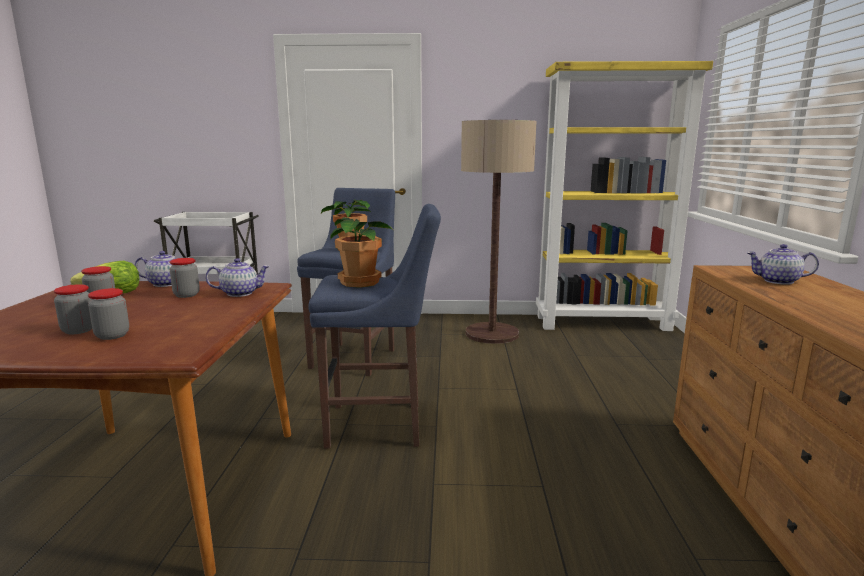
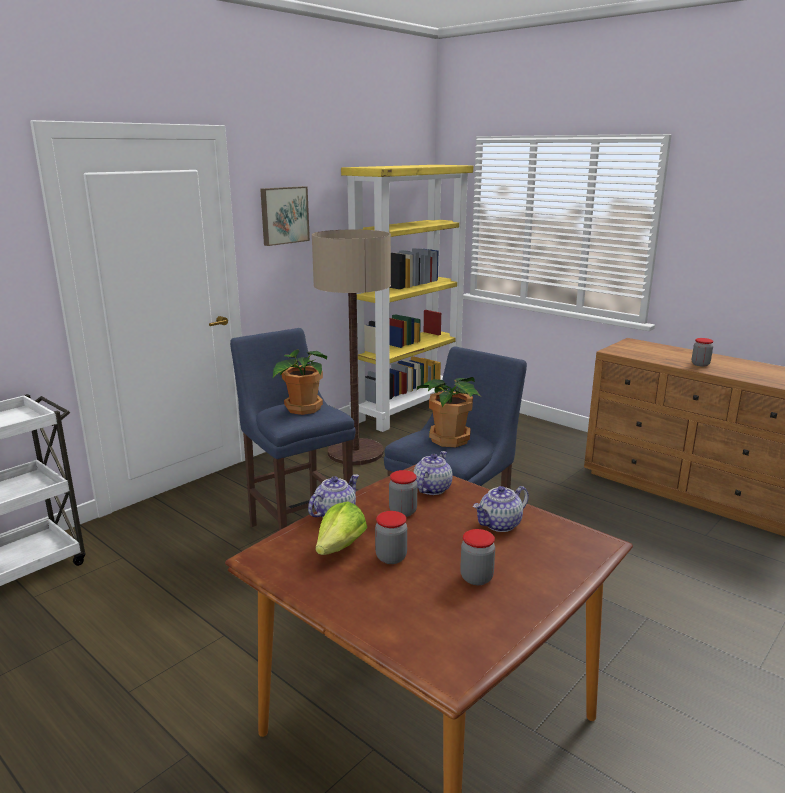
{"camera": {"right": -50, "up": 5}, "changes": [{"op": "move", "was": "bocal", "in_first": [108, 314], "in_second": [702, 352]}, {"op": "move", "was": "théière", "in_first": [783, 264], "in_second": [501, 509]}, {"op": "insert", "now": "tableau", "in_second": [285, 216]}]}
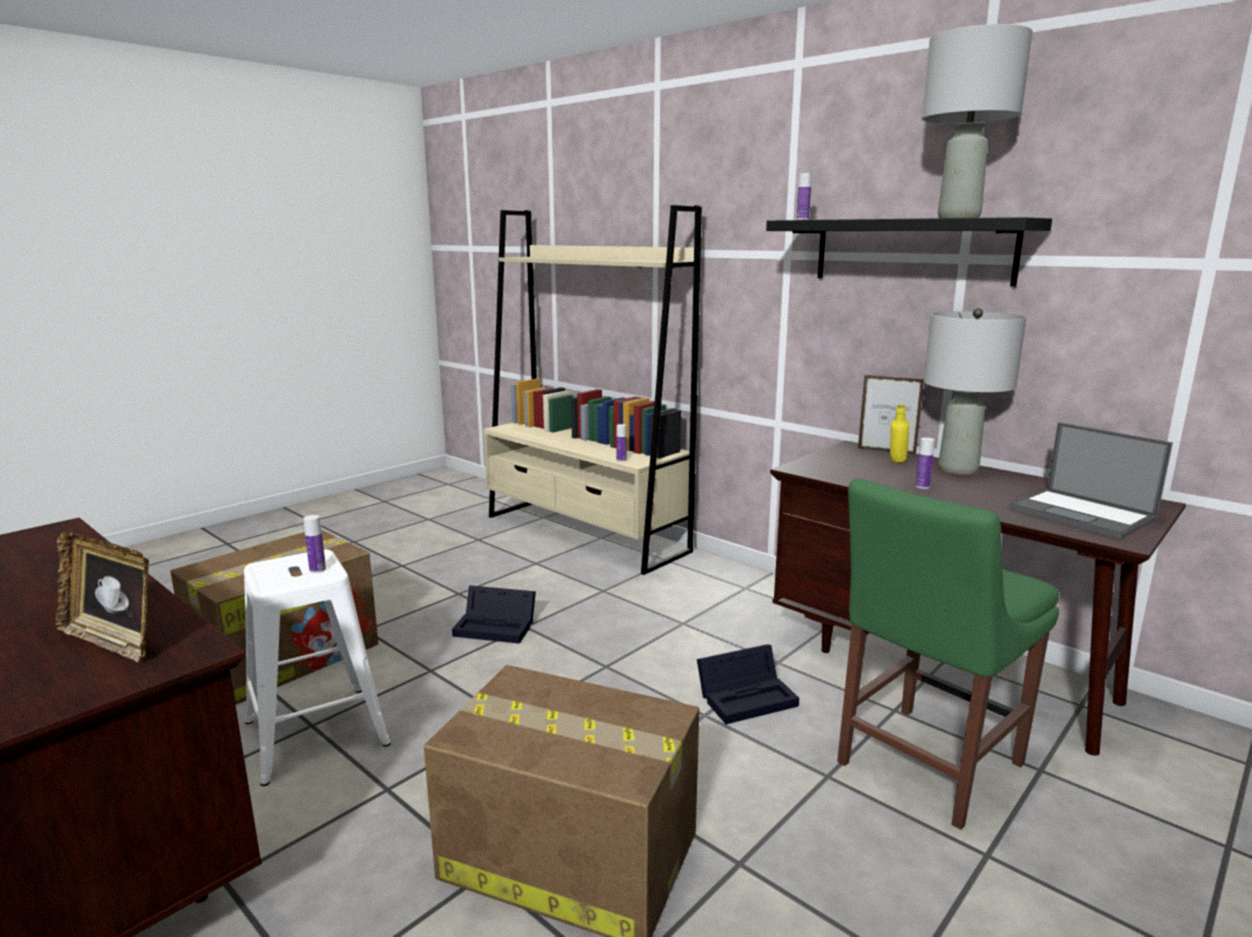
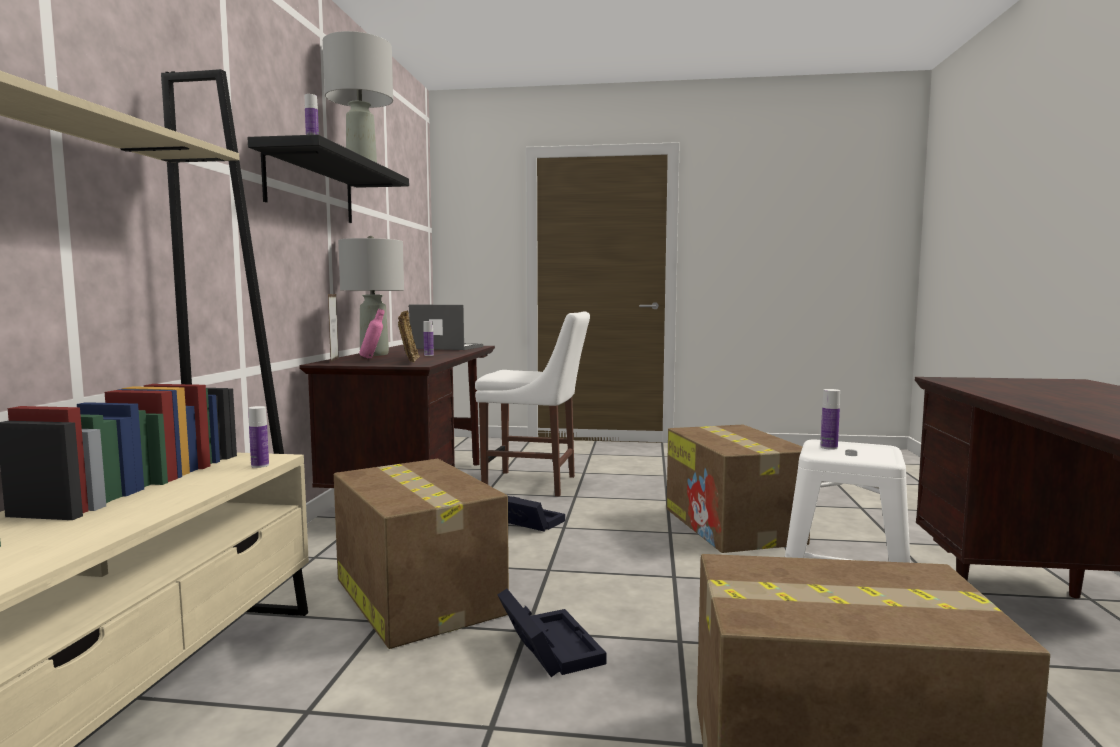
{"camera": {"right": -125, "up": -10}, "changes": [{"op": "move", "was": "cadre photo", "in_first": [102, 597], "in_second": [409, 336]}, {"op": "recolor", "was": "chaise/vert", "now": "chaise/blanc", "in_first": [948, 654], "in_second": [532, 404]}, {"op": "recolor", "was": "bouteille/jaune", "now": "bouteille/rose", "in_first": [899, 434], "in_second": [371, 333]}, {"op": "rotate", "was": "ordinateur portable", "in_first": [1090, 480], "in_second": [446, 327], "clockwise": -90}, {"op": "insert", "now": "carton", "in_second": [421, 554]}]}
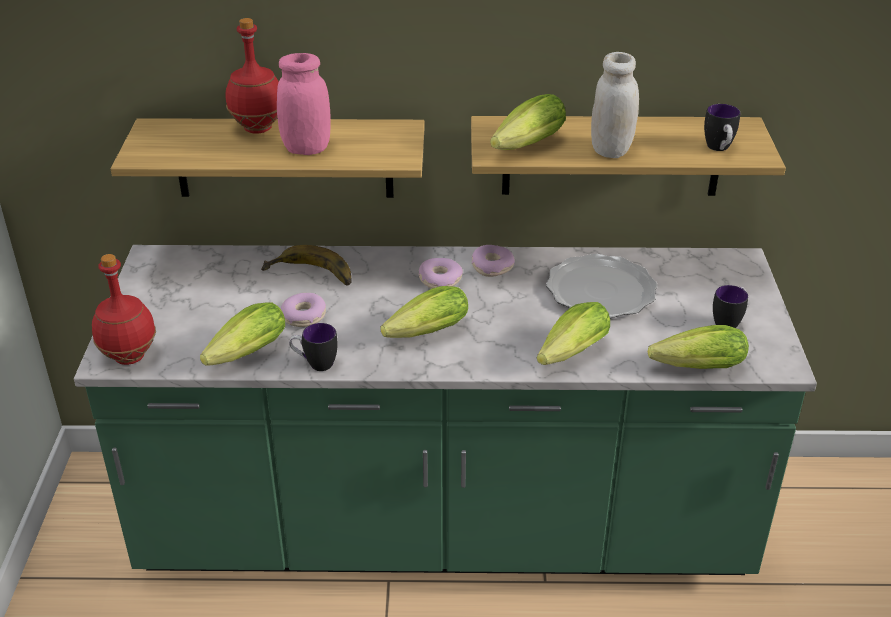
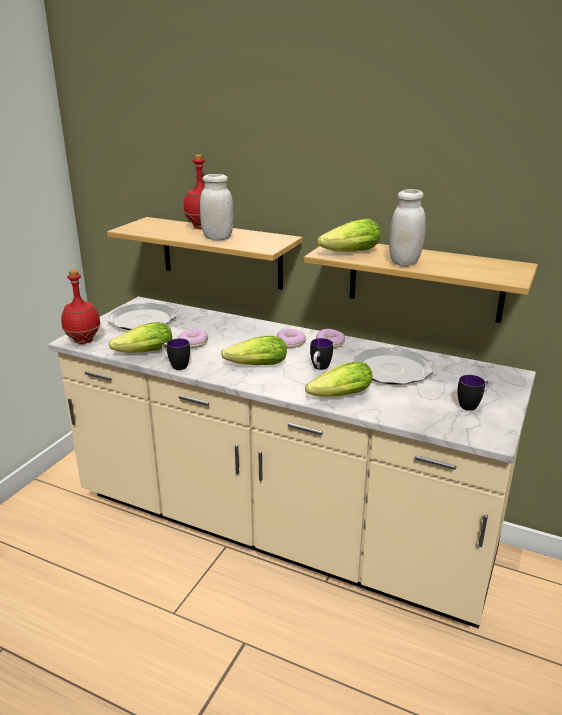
{"camera": {"right": 25, "up": -10}, "changes": [{"op": "recolor", "was": "comptoir de cuisine/vert", "now": "comptoir de cuisine/beige", "in_first": [445, 410], "in_second": [292, 463]}, {"op": "delete", "was": "banane", "in_first": [306, 265]}, {"op": "recolor", "was": "bocal/rose", "now": "bocal/blanc", "in_first": [304, 104], "in_second": [216, 207]}, {"op": "delete", "was": "laitue", "in_first": [698, 347]}, {"op": "move", "was": "mug", "in_first": [722, 127], "in_second": [321, 354]}, {"op": "insert", "now": "assiette", "in_second": [141, 316]}]}
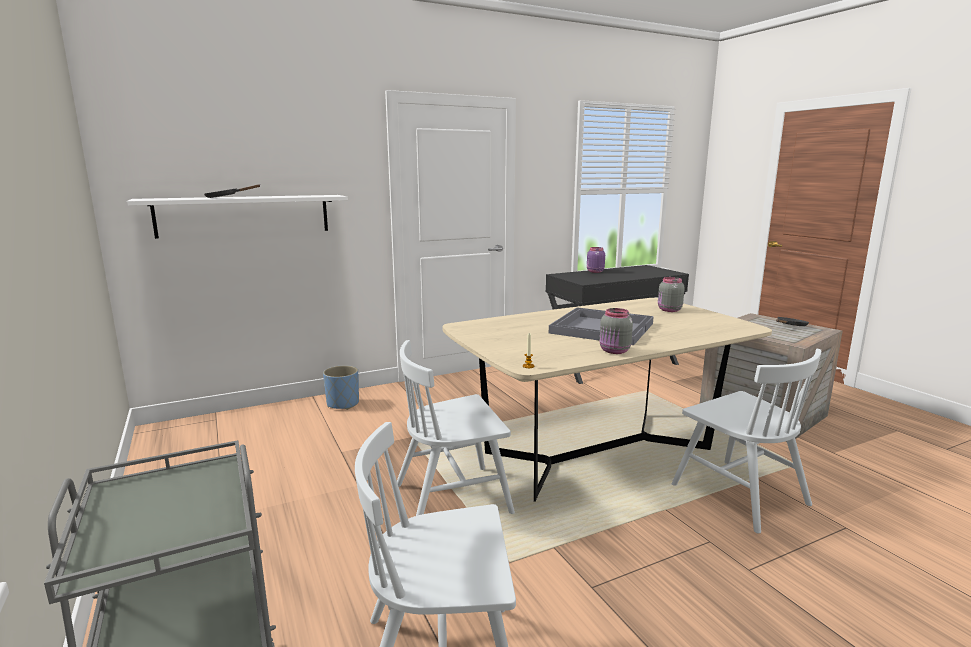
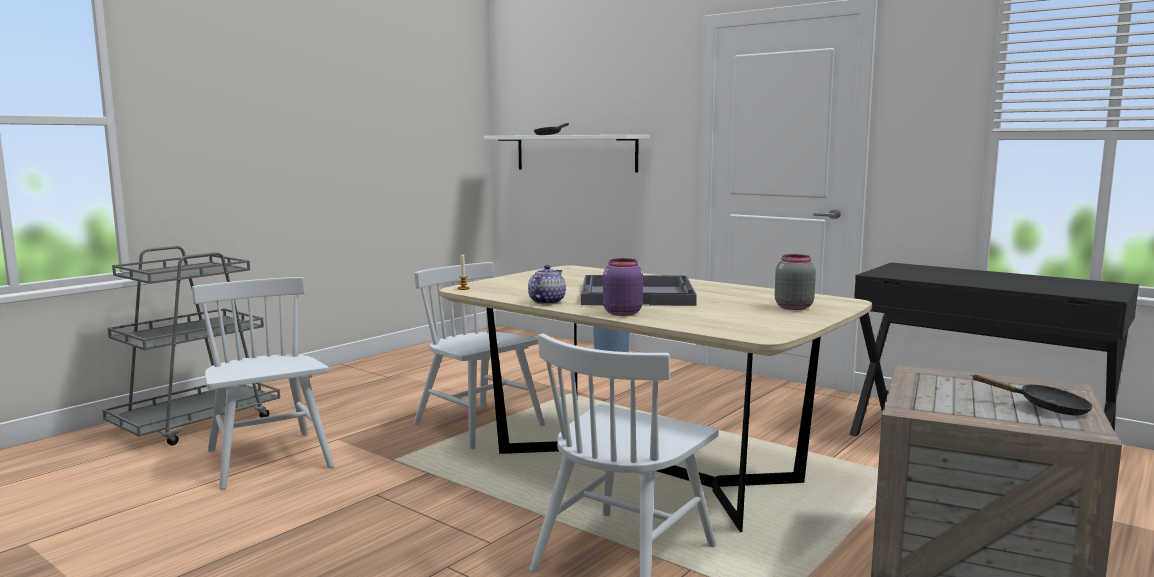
{"camera": {"right": 65, "up": -5}, "changes": [{"op": "move", "was": "bocal/violet", "in_first": [596, 260], "in_second": [623, 287]}, {"op": "replace", "was": "bocal/gris", "now": "théière", "in_first": [616, 331], "in_second": [547, 284]}]}
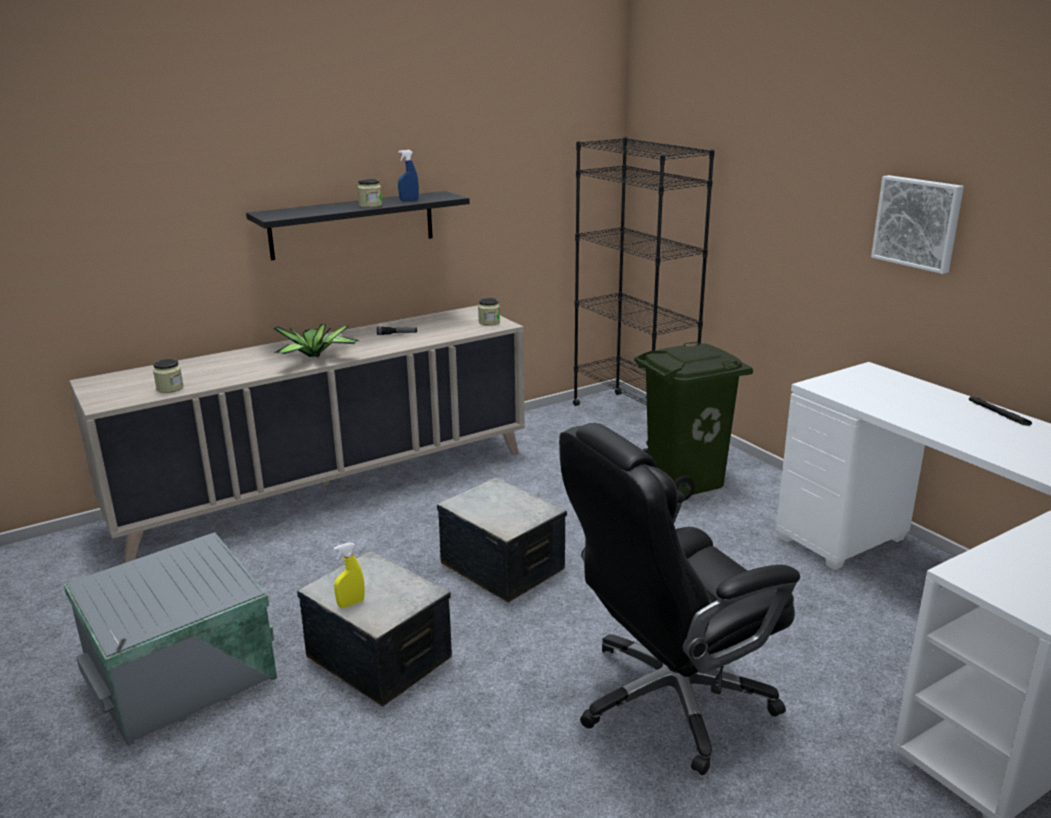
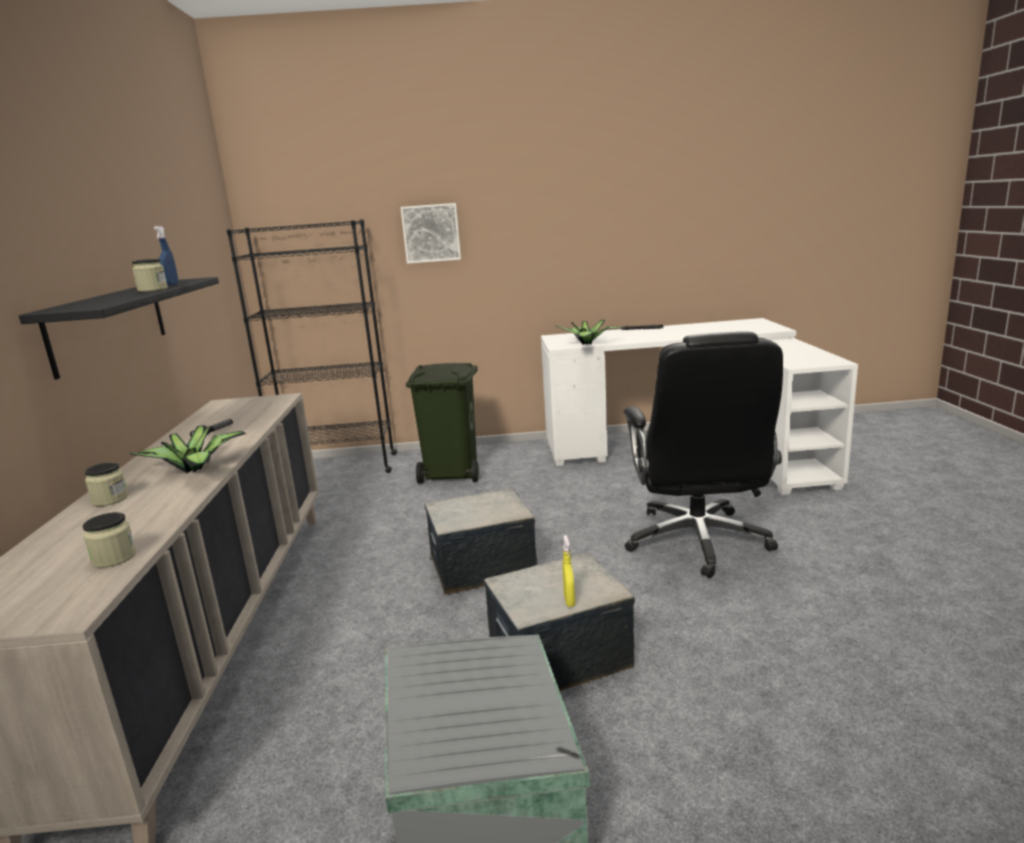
{"camera": {"right": -60, "up": -5}, "changes": [{"op": "move", "was": "bocal", "in_first": [489, 311], "in_second": [106, 484]}, {"op": "move", "was": "tableau", "in_first": [917, 224], "in_second": [430, 233]}, {"op": "insert", "now": "plante en pot", "in_second": [589, 332]}]}
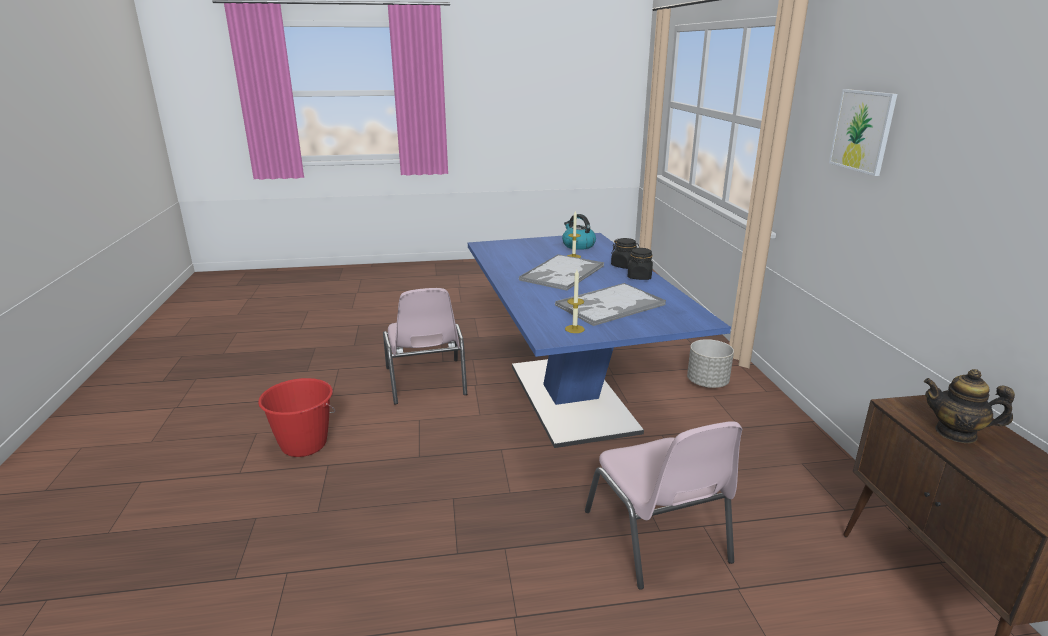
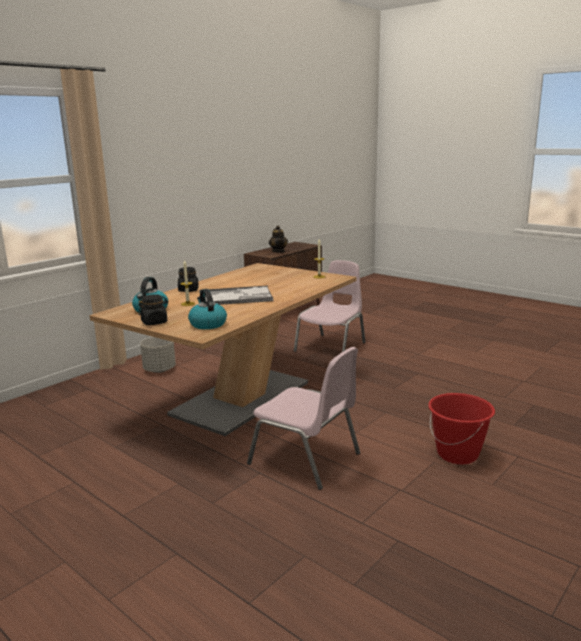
{"camera": {"right": -130, "up": -5}, "changes": [{"op": "rotate", "was": "chaise/rose", "in_first": [425, 346], "in_second": [303, 418], "clockwise": 90}, {"op": "recolor", "was": "table à manger/bleu", "now": "table à manger/marron", "in_first": [599, 340], "in_second": [223, 349]}, {"op": "delete", "was": "plateau", "in_first": [610, 304]}, {"op": "move", "was": "bocal/noir", "in_first": [640, 264], "in_second": [153, 309]}, {"op": "delete", "was": "tableau", "in_first": [863, 132]}, {"op": "insert", "now": "bouilloire", "in_second": [207, 309]}]}
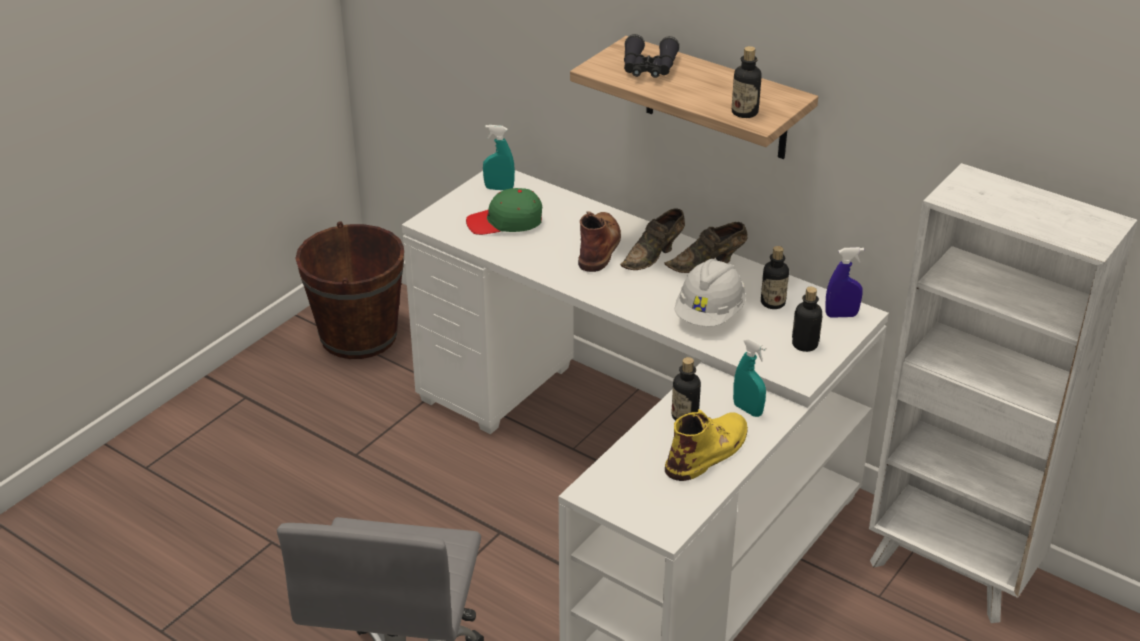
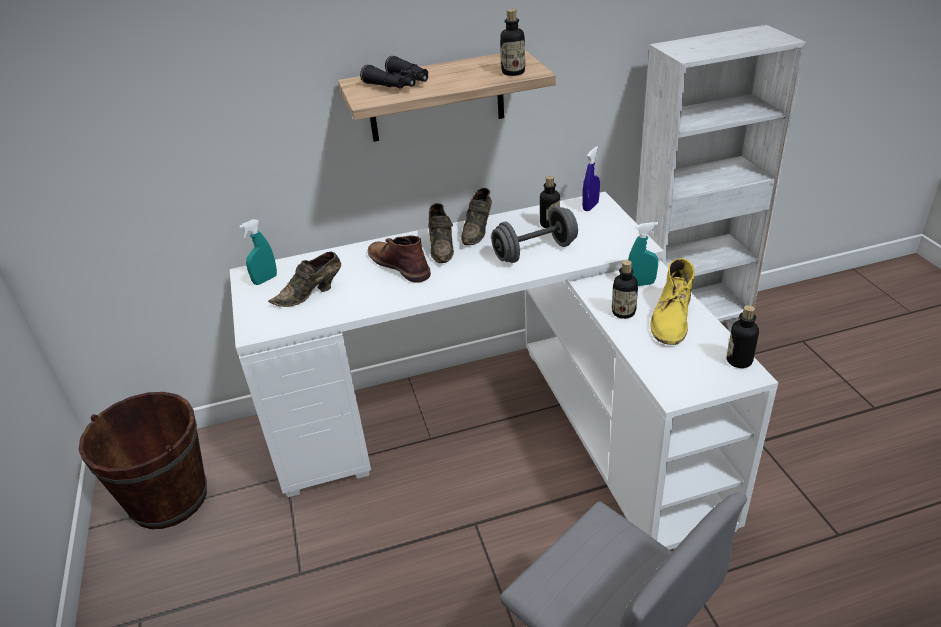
{"camera": {"right": -50, "up": 0}, "changes": [{"op": "replace", "was": "casquette/vert", "now": "chaussure/marron", "in_first": [504, 211], "in_second": [304, 279]}, {"op": "rotate", "was": "botte/jaune", "in_first": [706, 445], "in_second": [672, 301], "clockwise": -150}, {"op": "replace", "was": "casque de chantier/blanc", "now": "haltère/gris", "in_first": [710, 293], "in_second": [534, 234]}, {"op": "move", "was": "bouteille", "in_first": [807, 319], "in_second": [743, 336]}]}
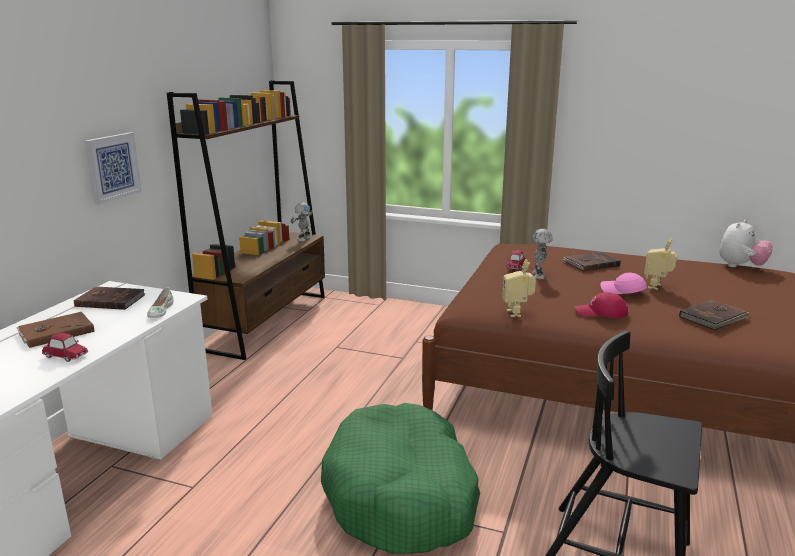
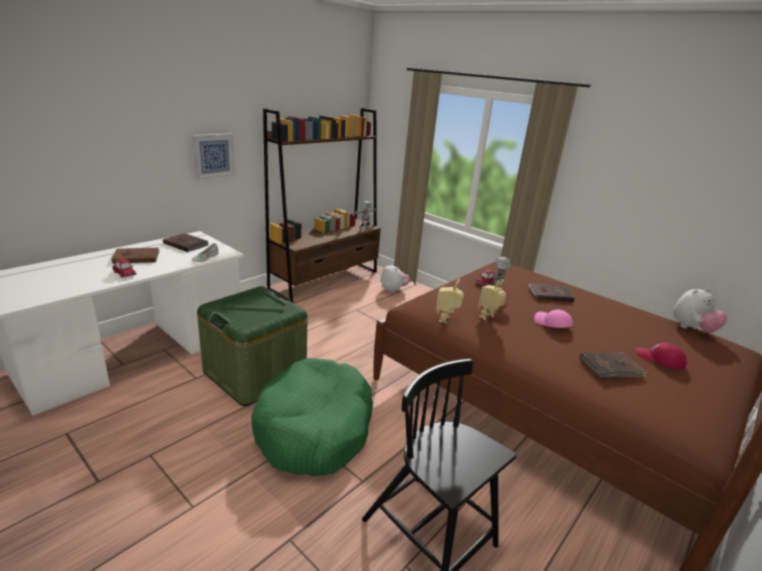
{"camera": {"right": 20, "up": 5}, "changes": [{"op": "move", "was": "casquette/rouge", "in_first": [601, 305], "in_second": [662, 356]}, {"op": "move", "was": "robot jouet", "in_first": [661, 264], "in_second": [492, 299]}, {"op": "insert", "now": "boîte de rangement/vert", "in_second": [252, 346]}, {"op": "insert", "now": "peluche", "in_second": [395, 278]}]}
